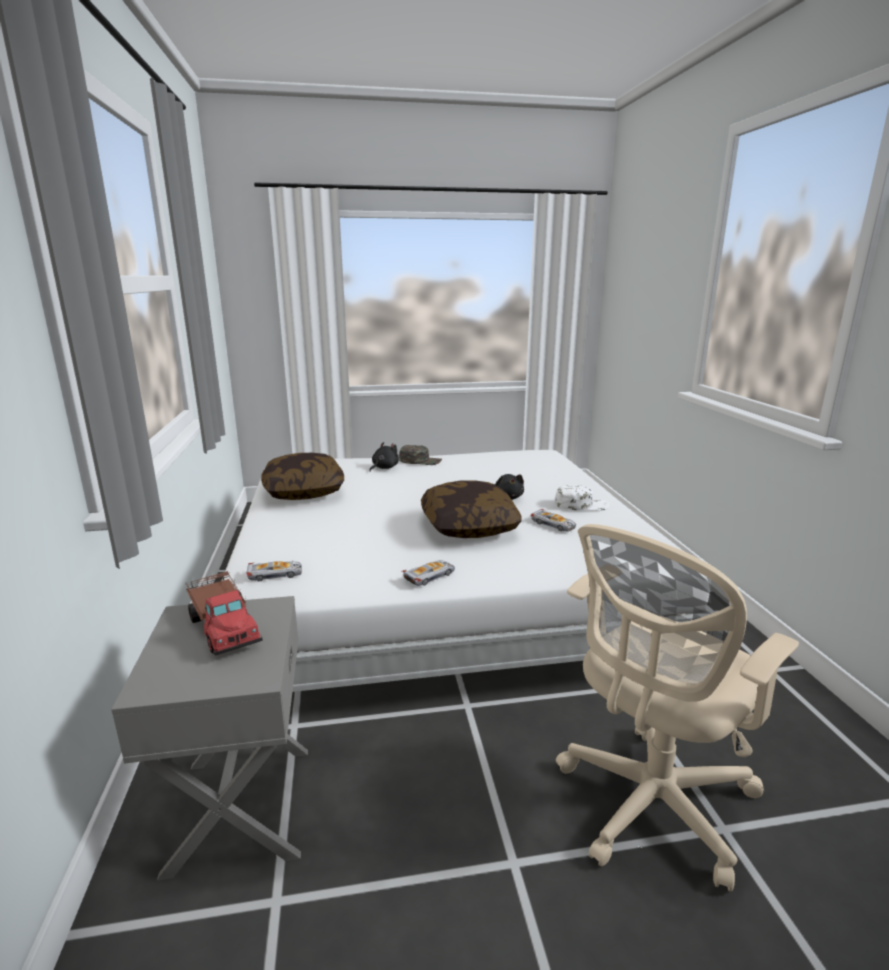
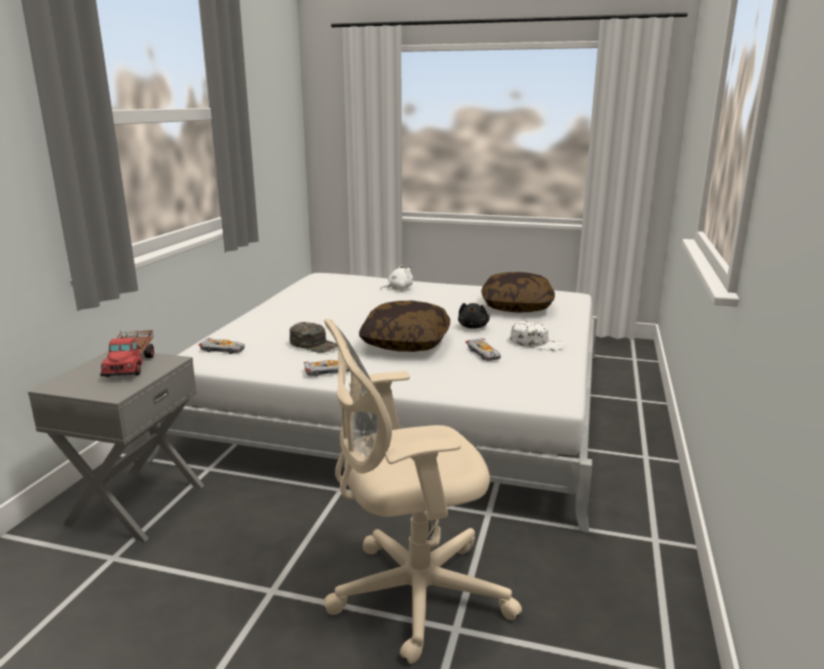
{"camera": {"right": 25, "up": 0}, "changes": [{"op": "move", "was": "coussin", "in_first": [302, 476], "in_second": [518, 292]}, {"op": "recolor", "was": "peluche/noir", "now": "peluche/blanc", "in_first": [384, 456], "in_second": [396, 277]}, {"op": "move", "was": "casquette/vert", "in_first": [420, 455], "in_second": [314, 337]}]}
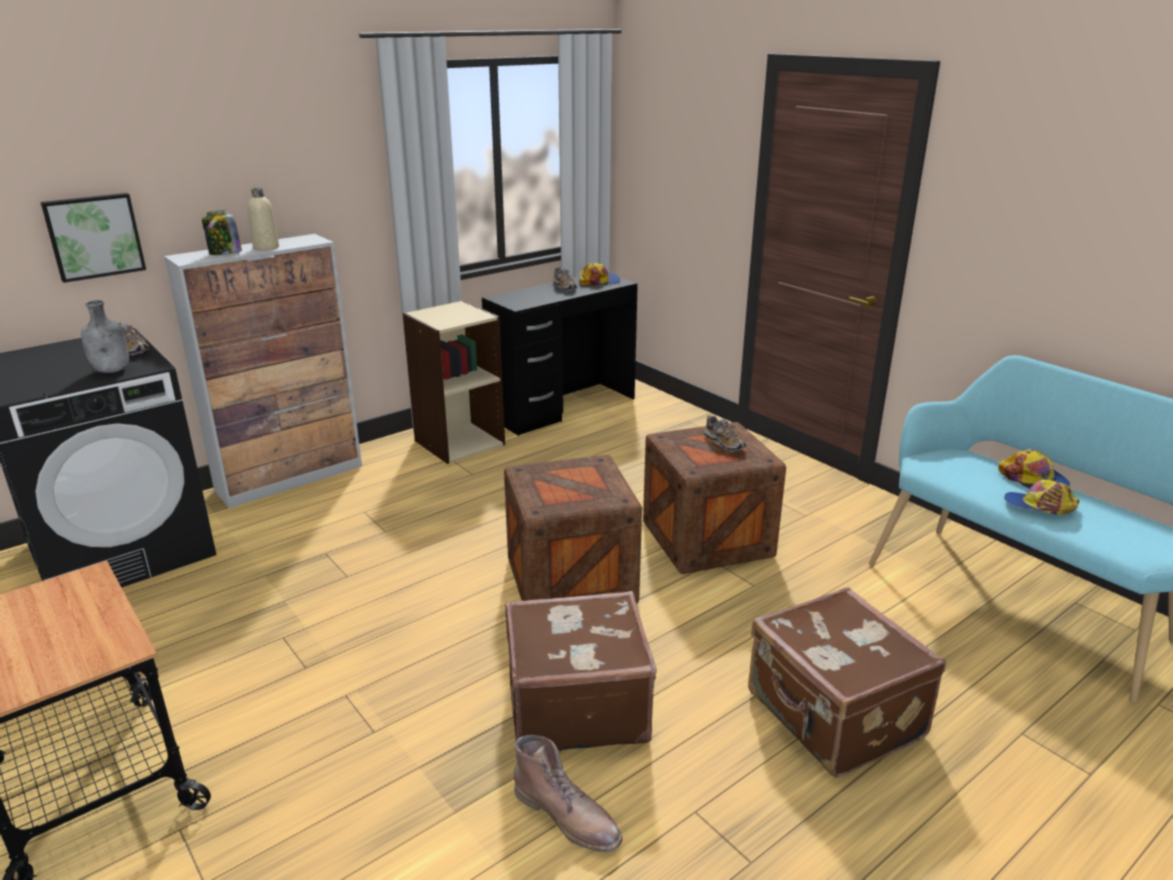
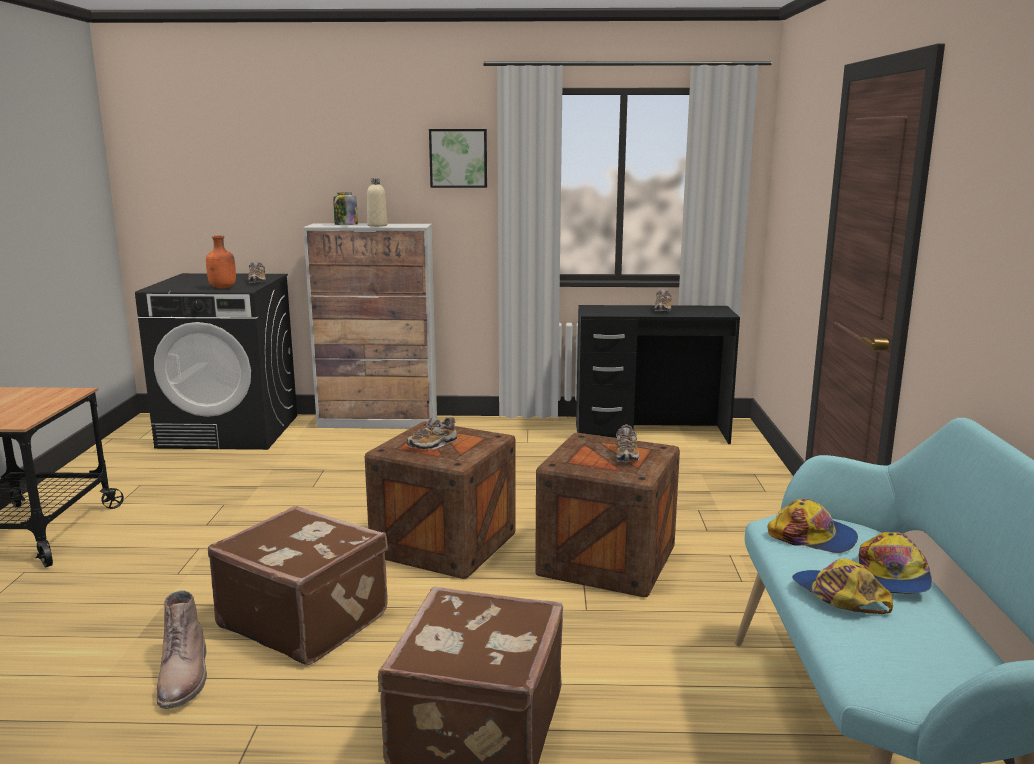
{"camera": {"right": 40, "up": -10}, "changes": [{"op": "move", "was": "tableau", "in_first": [93, 238], "in_second": [458, 158]}, {"op": "recolor", "was": "bouteille/gris", "now": "bouteille/orange", "in_first": [105, 336], "in_second": [221, 262]}, {"op": "delete", "was": "bibliothèque/beige", "in_first": [454, 382]}, {"op": "move", "was": "casquette", "in_first": [599, 274], "in_second": [813, 526]}, {"op": "insert", "now": "chaussure", "in_second": [432, 433]}]}
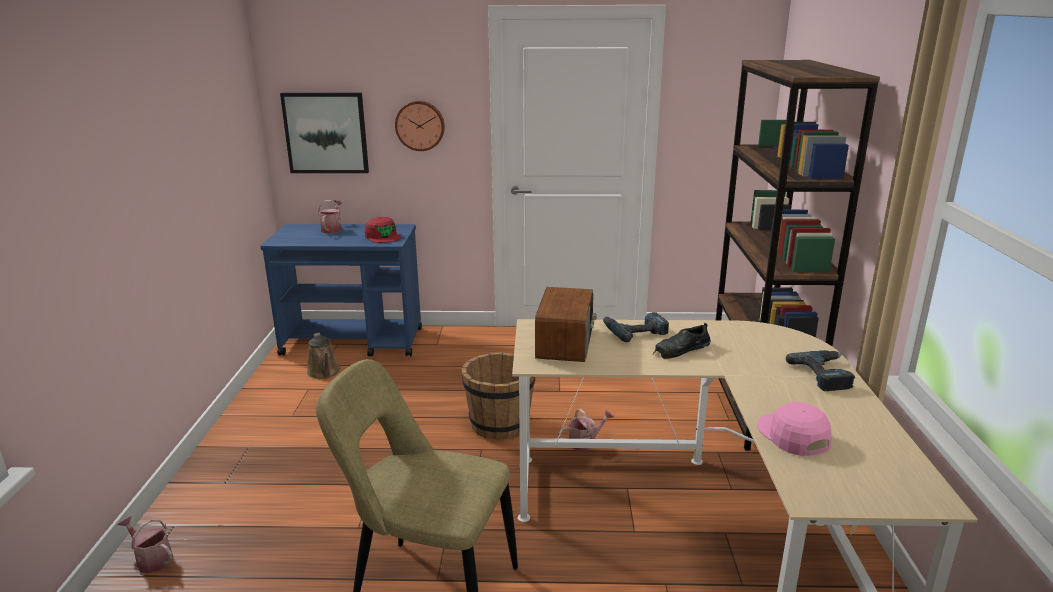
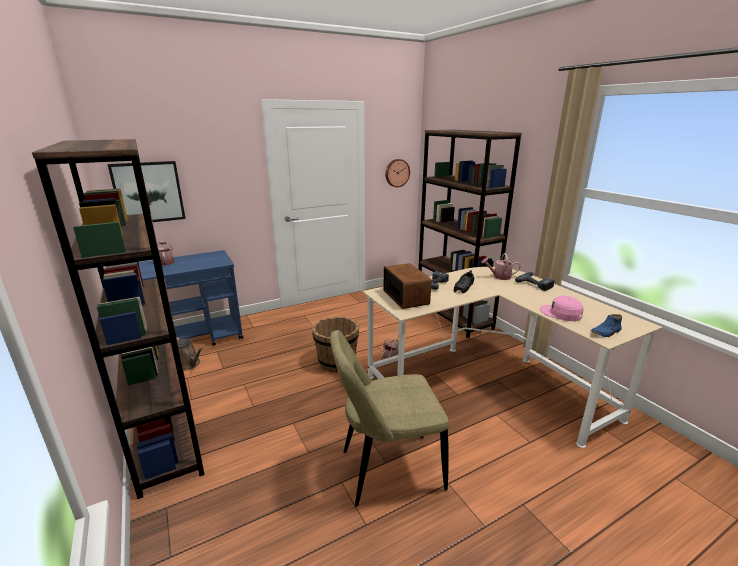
{"camera": {"right": -30, "up": 0}, "changes": [{"op": "move", "was": "arrosoir", "in_first": [145, 544], "in_second": [501, 266]}, {"op": "delete", "was": "casquette/rouge", "in_first": [383, 230]}, {"op": "move", "was": "horloge murale", "in_first": [420, 126], "in_second": [397, 173]}, {"op": "insert", "now": "bibliothèque/marron", "in_second": [118, 319]}, {"op": "insert", "now": "chaussure/bleu", "in_second": [606, 325]}]}
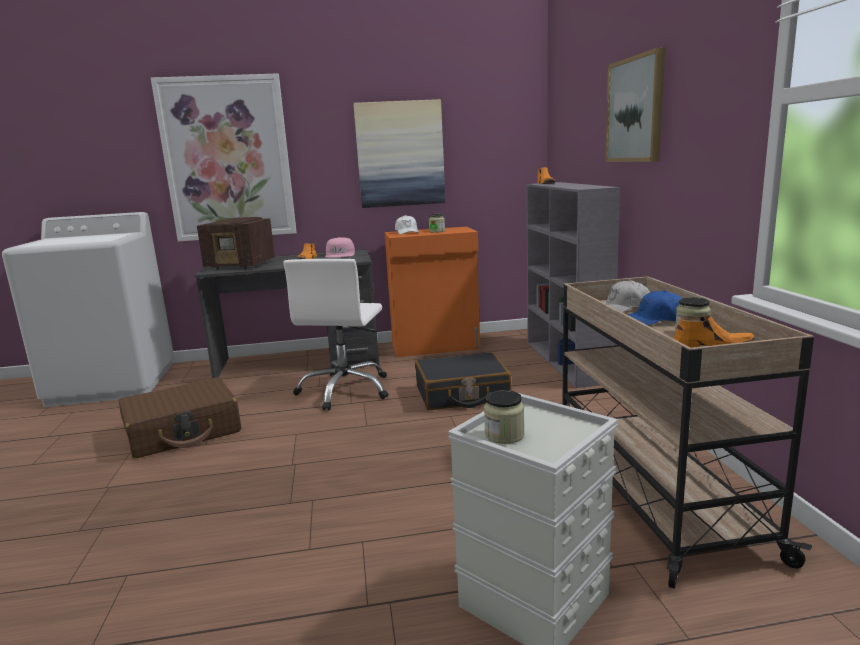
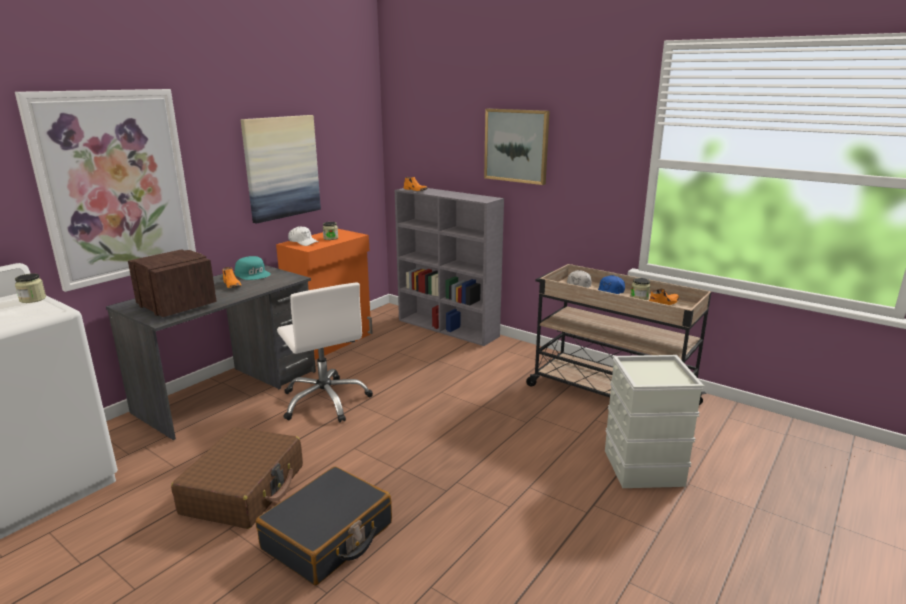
{"camera": {"right": -45, "up": 5}, "changes": [{"op": "rotate", "was": "radio", "in_first": [236, 243], "in_second": [172, 283], "clockwise": -105}, {"op": "recolor", "was": "casquette/rose", "now": "casquette/turquoise", "in_first": [340, 247], "in_second": [253, 268]}, {"op": "move", "was": "valise/noir", "in_first": [463, 381], "in_second": [324, 525]}, {"op": "move", "was": "bocal", "in_first": [504, 417], "in_second": [30, 288]}]}
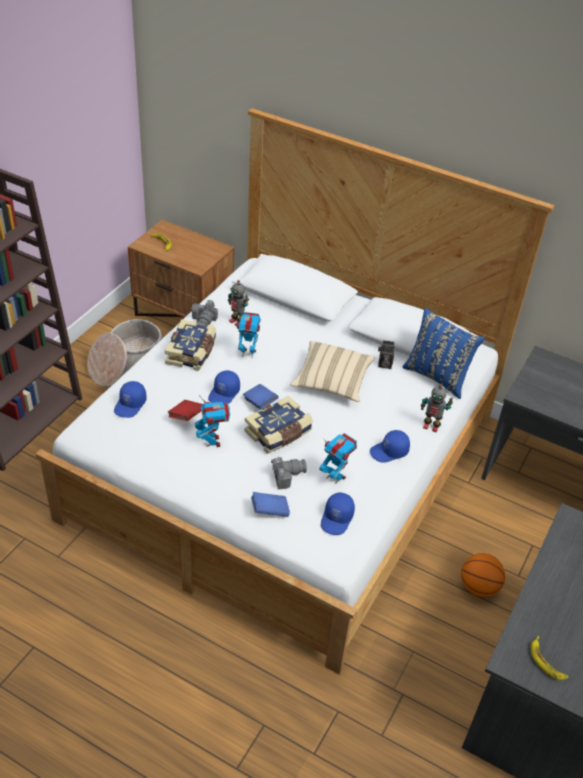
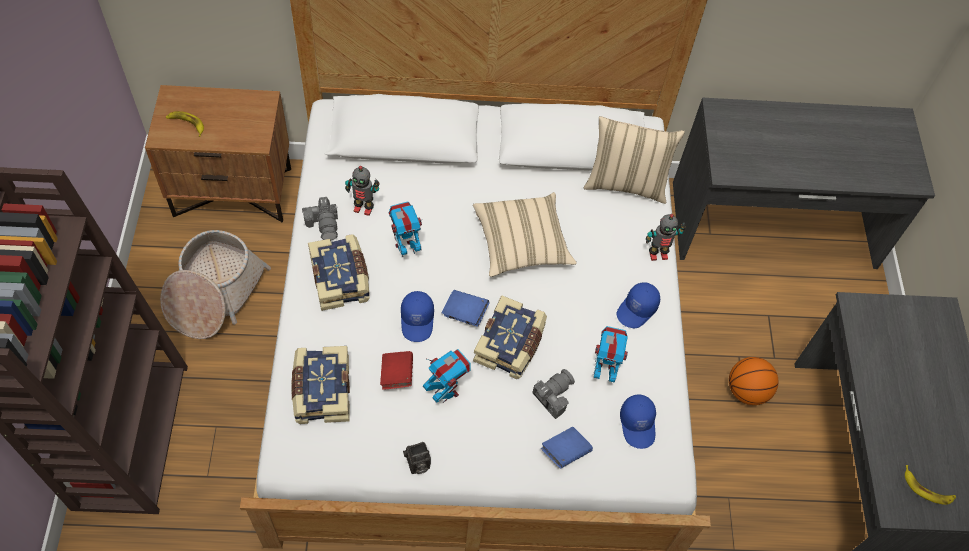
{"camera": {"right": -30, "up": 15}, "changes": [{"op": "replace", "was": "casquette/bleu", "now": "livre", "in_first": [130, 399], "in_second": [320, 385]}, {"op": "move", "was": "appareil photo", "in_first": [386, 354], "in_second": [417, 458]}, {"op": "recolor", "was": "coussin/bleu", "now": "coussin/beige", "in_first": [444, 353], "in_second": [634, 160]}]}
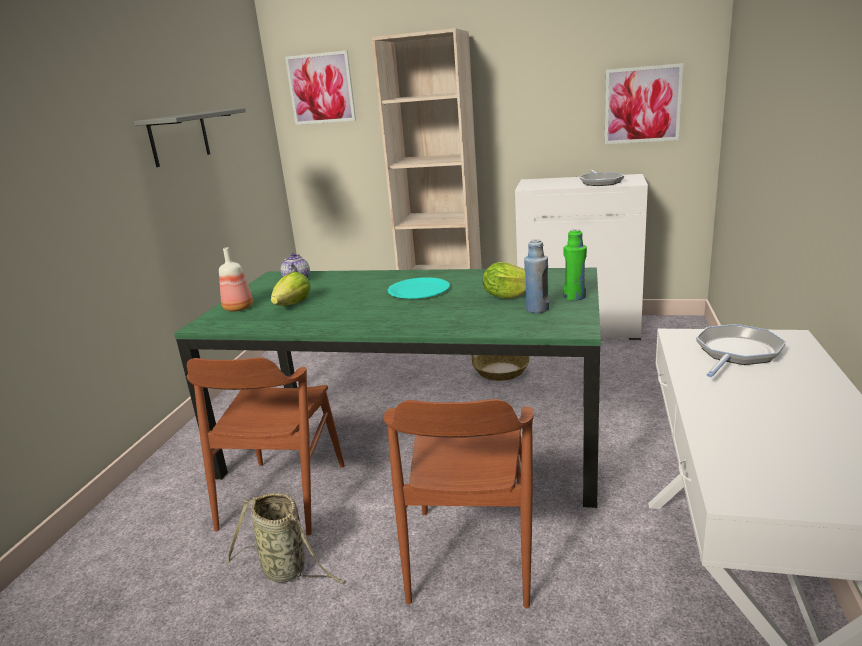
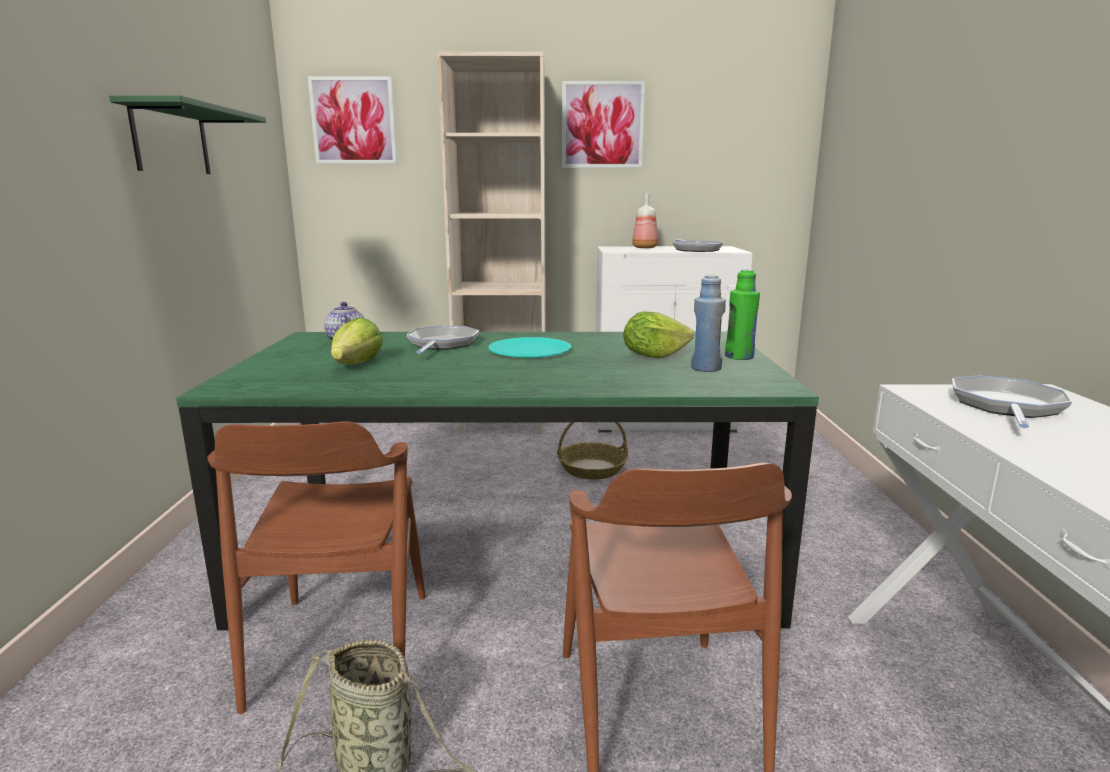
{"camera": {"right": -15, "up": -5}, "changes": [{"op": "recolor", "was": "étagère/gris", "now": "étagère/vert", "in_first": [190, 137], "in_second": [187, 134]}, {"op": "move", "was": "bouteille", "in_first": [236, 279], "in_second": [645, 220]}, {"op": "move", "was": "tableau", "in_first": [644, 103], "in_second": [603, 124]}, {"op": "insert", "now": "poêle", "in_second": [442, 340]}]}
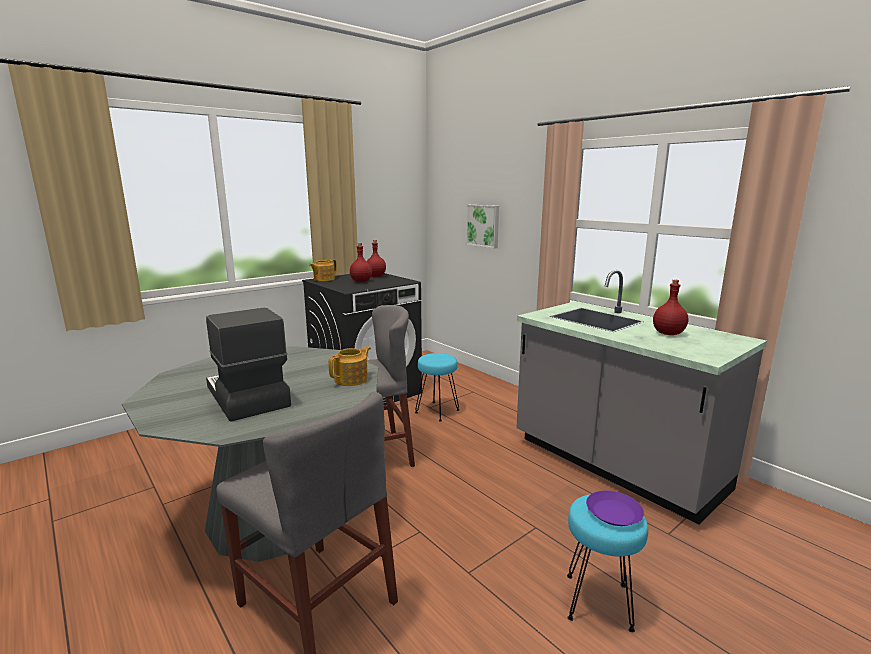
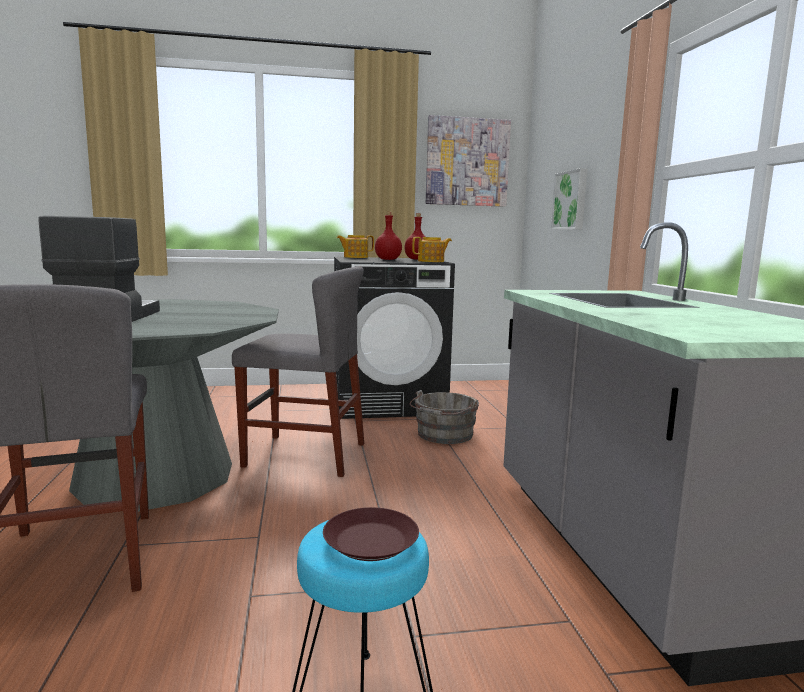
{"camera": {"right": 30, "up": -5}, "changes": [{"op": "move", "was": "théière", "in_first": [349, 366], "in_second": [432, 249]}, {"op": "replace", "was": "tabouret/turquoise", "now": "seau/gris", "in_first": [437, 387], "in_second": [444, 417]}, {"op": "recolor", "was": "assiette/violet", "now": "assiette/marron", "in_first": [615, 508], "in_second": [371, 534]}, {"op": "delete", "was": "bouteille/rouge", "in_first": [670, 307]}, {"op": "insert", "now": "tableau", "in_second": [468, 161]}]}
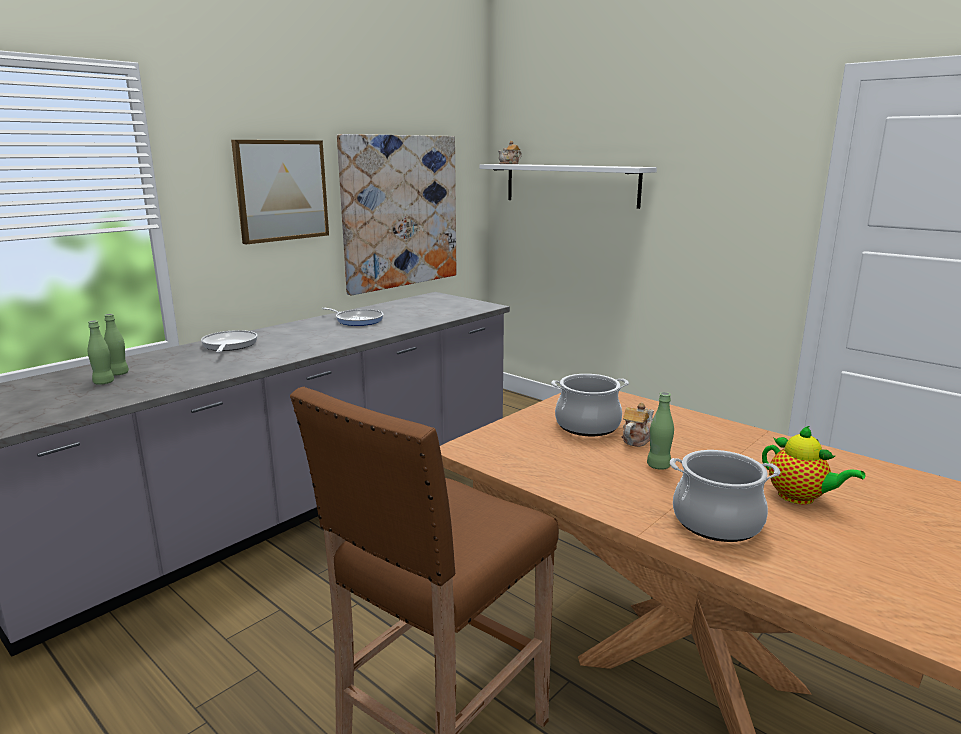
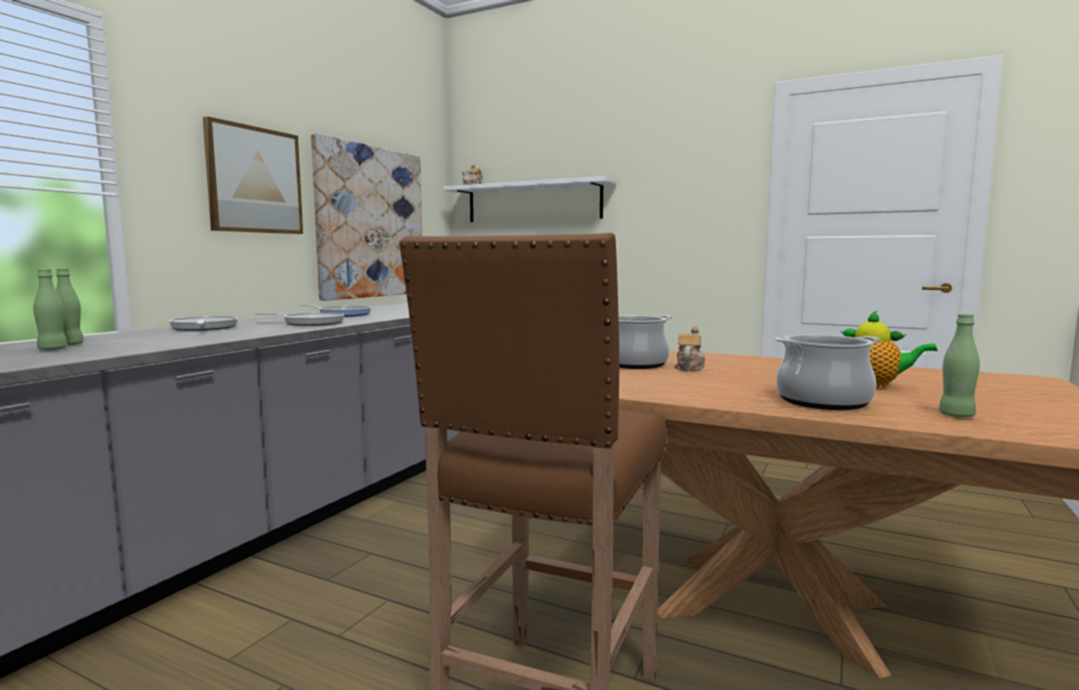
{"camera": {"right": -15, "up": -10}, "changes": [{"op": "move", "was": "bouteille/vert", "in_first": [660, 431], "in_second": [959, 365]}, {"op": "insert", "now": "poêle", "in_second": [299, 319]}]}
